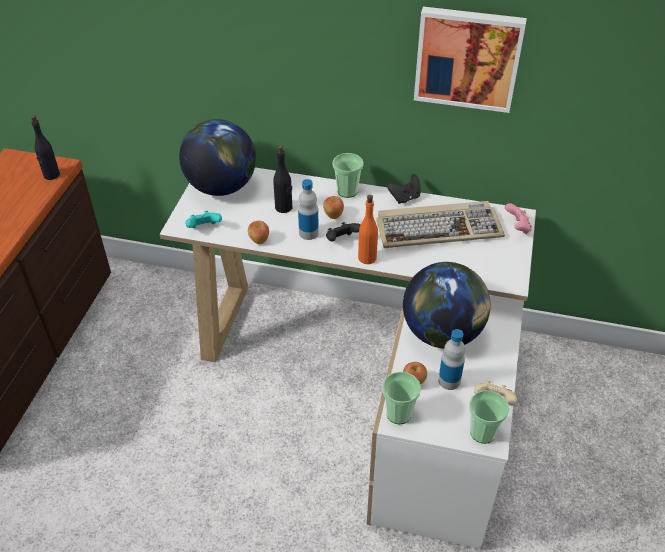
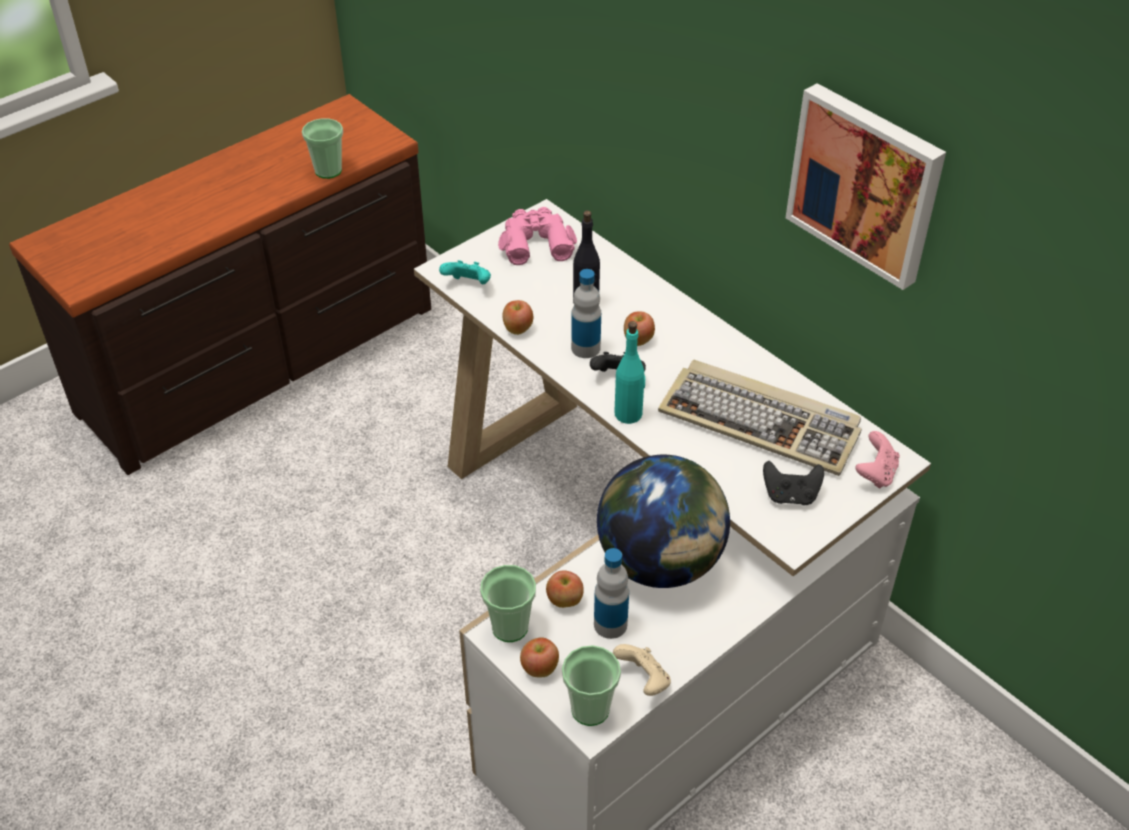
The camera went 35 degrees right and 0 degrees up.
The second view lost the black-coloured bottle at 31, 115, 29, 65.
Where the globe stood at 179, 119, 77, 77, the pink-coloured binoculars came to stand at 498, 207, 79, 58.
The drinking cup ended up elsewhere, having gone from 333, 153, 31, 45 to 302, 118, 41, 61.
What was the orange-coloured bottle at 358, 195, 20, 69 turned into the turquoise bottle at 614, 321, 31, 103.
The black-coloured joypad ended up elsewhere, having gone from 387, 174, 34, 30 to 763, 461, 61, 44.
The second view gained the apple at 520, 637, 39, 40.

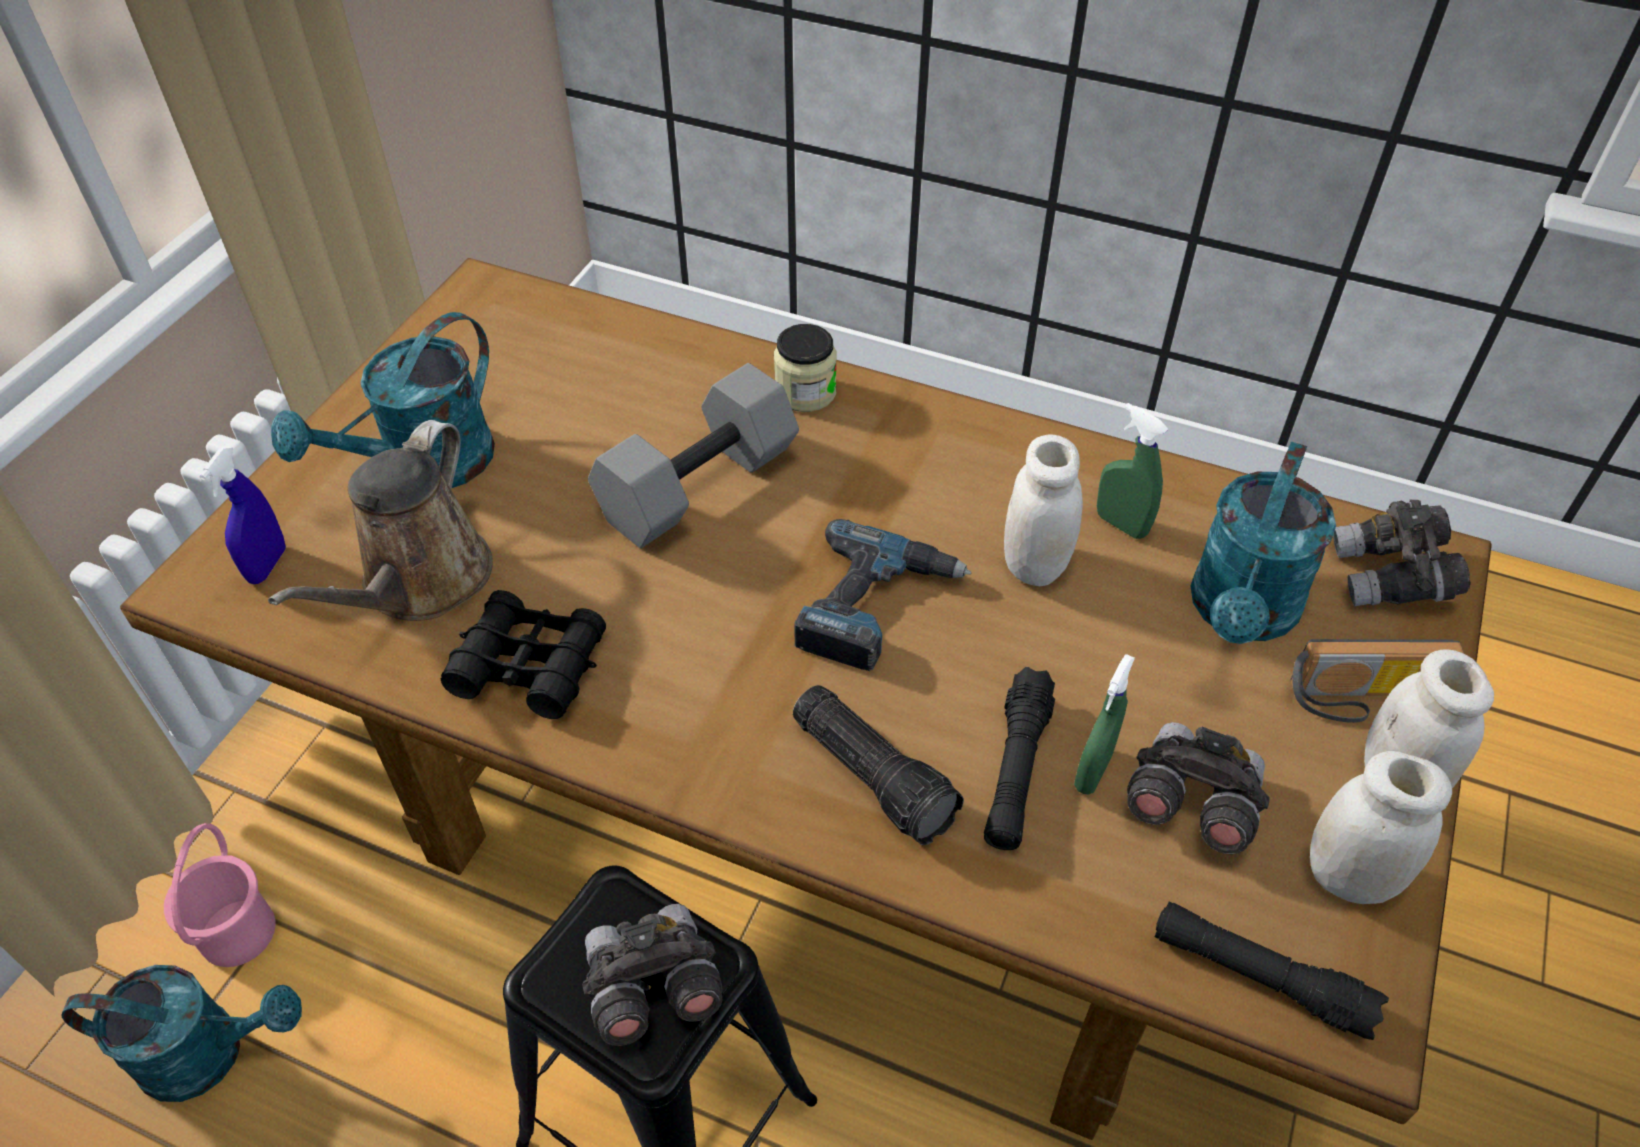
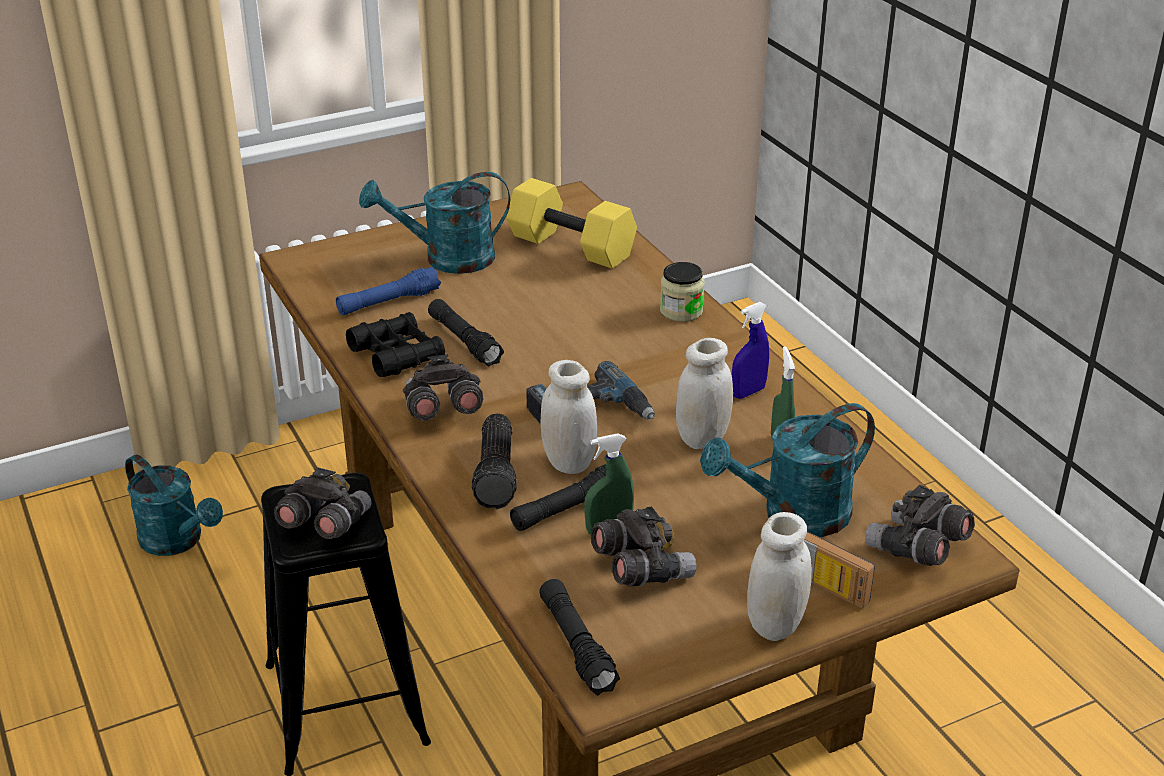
The camera went 40 degrees right and 15 degrees down.
The second view lost the pink-coloured water bucket at 164, 823, 112, 144.
The blue sprayer ended up elsewhere, having gone from 199, 446, 87, 138 to 732, 302, 37, 97.
Where the brown watering pot stood at 268, 420, 225, 201, the blue hand torch came to stand at 336, 267, 105, 48.
The second view lost the grey dumbbell at 588, 363, 211, 185.
The white-coloured preserve jar ended up elsewhere, having gone from 1310, 751, 142, 153 to 541, 360, 56, 114.
The second view gained the grey binoculars at 403, 354, 80, 67.
The second view gained the black-coloured hand torch at 428, 299, 76, 68.
The second view gained the yellowish dumbbell at 506, 178, 131, 91.

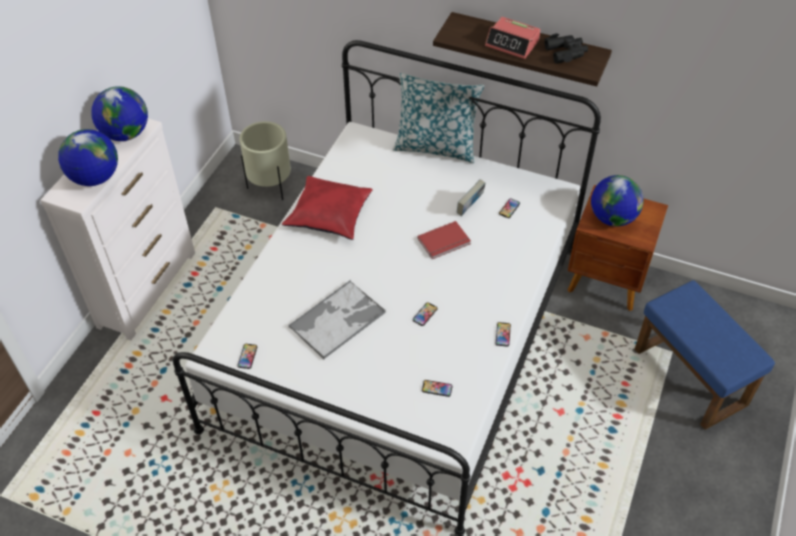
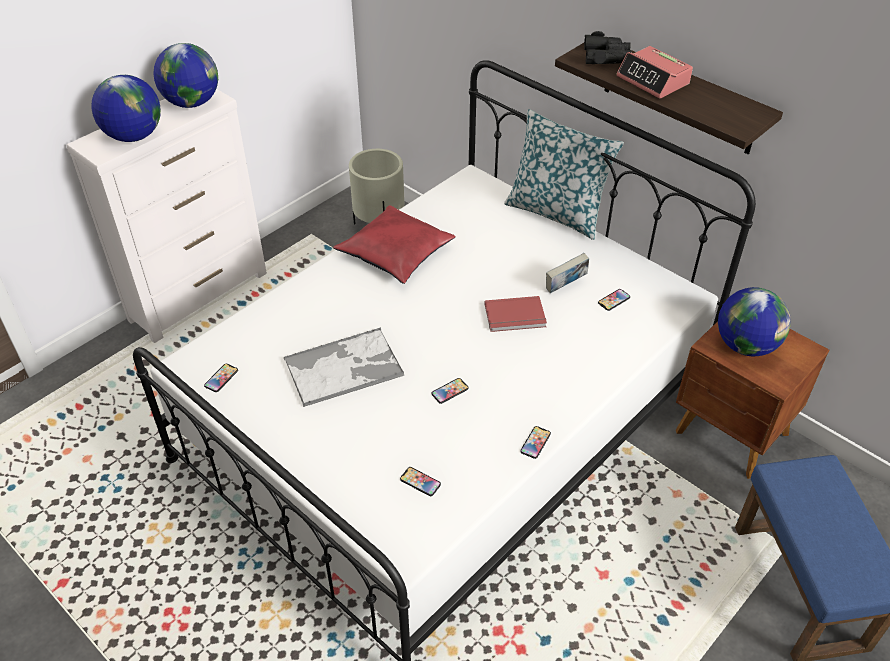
The camera went 20 degrees right and 5 degrees down.
The black-coloured binoculars ended up elsewhere, having gone from 544, 33, 44, 31 to 584, 31, 48, 33.

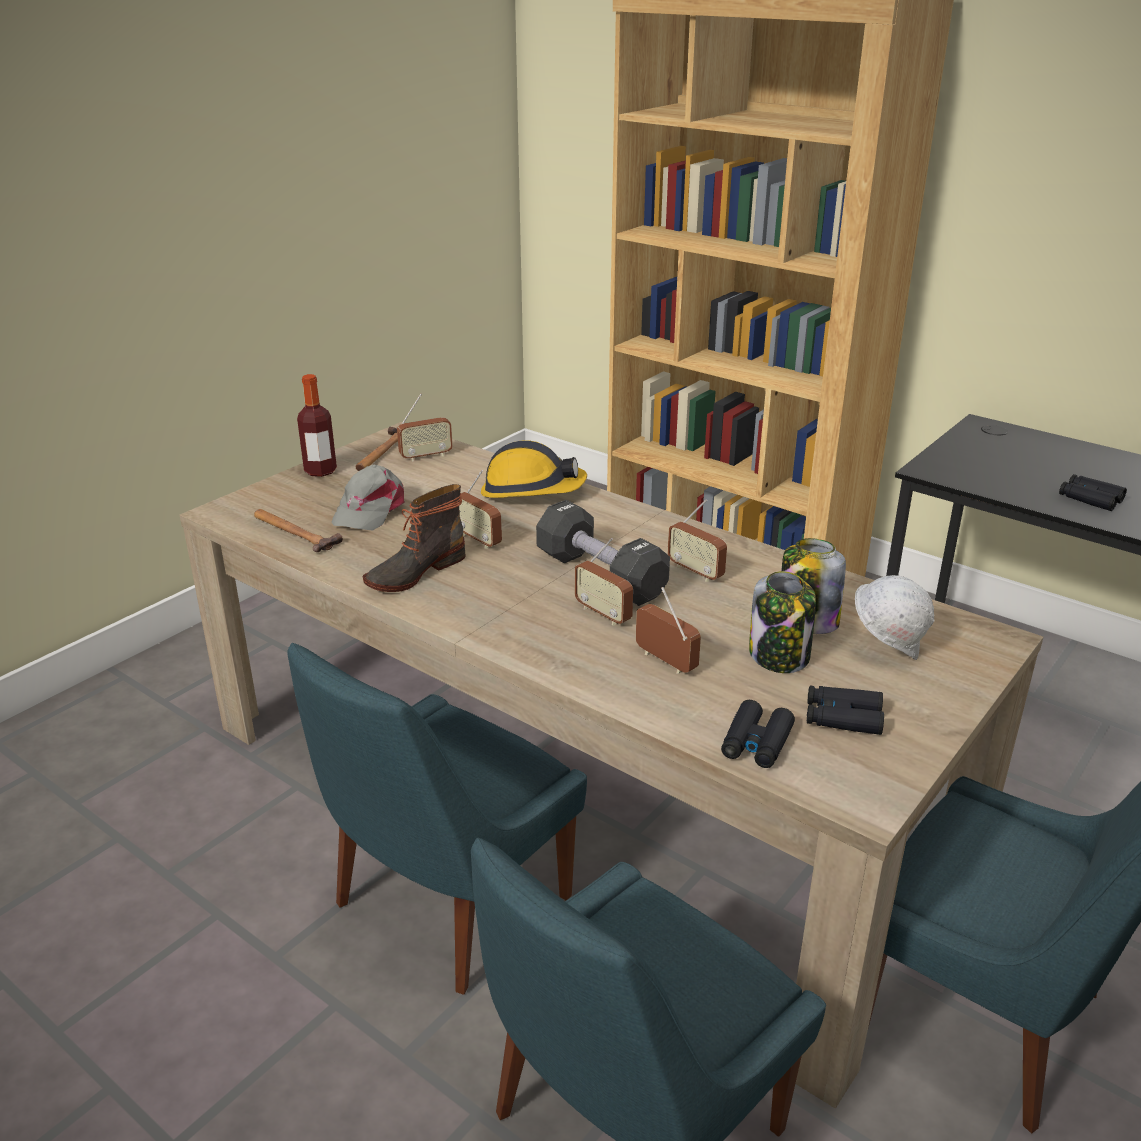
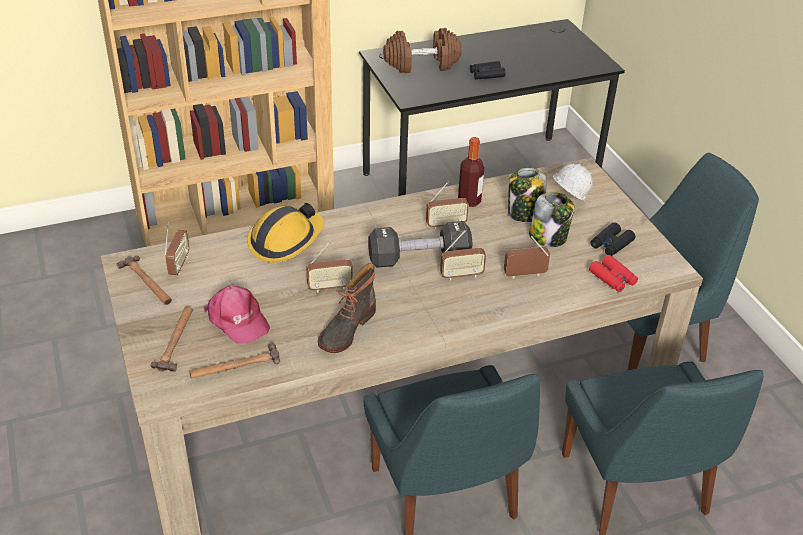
The camera went 60 degrees left and 10 degrees up.
The bottle ended up elsewhere, having gone from 297, 374, 40, 103 to 458, 137, 26, 70.
What was the grey peaked cap at 332, 464, 73, 66 turned into the pink-coloured peaked cap at 204, 285, 66, 58.
The boot at 363, 484, 103, 108 ended up facing another way, 45 degrees clockwise from before.
What was the black-coloured binoculars at 721, 700, 74, 68 turned into the red-coloured binoculars at 589, 255, 49, 37.
The second view gained the hammer at 151, 307, 42, 65.
The second view gained the brown dumbbell at 383, 28, 79, 45.

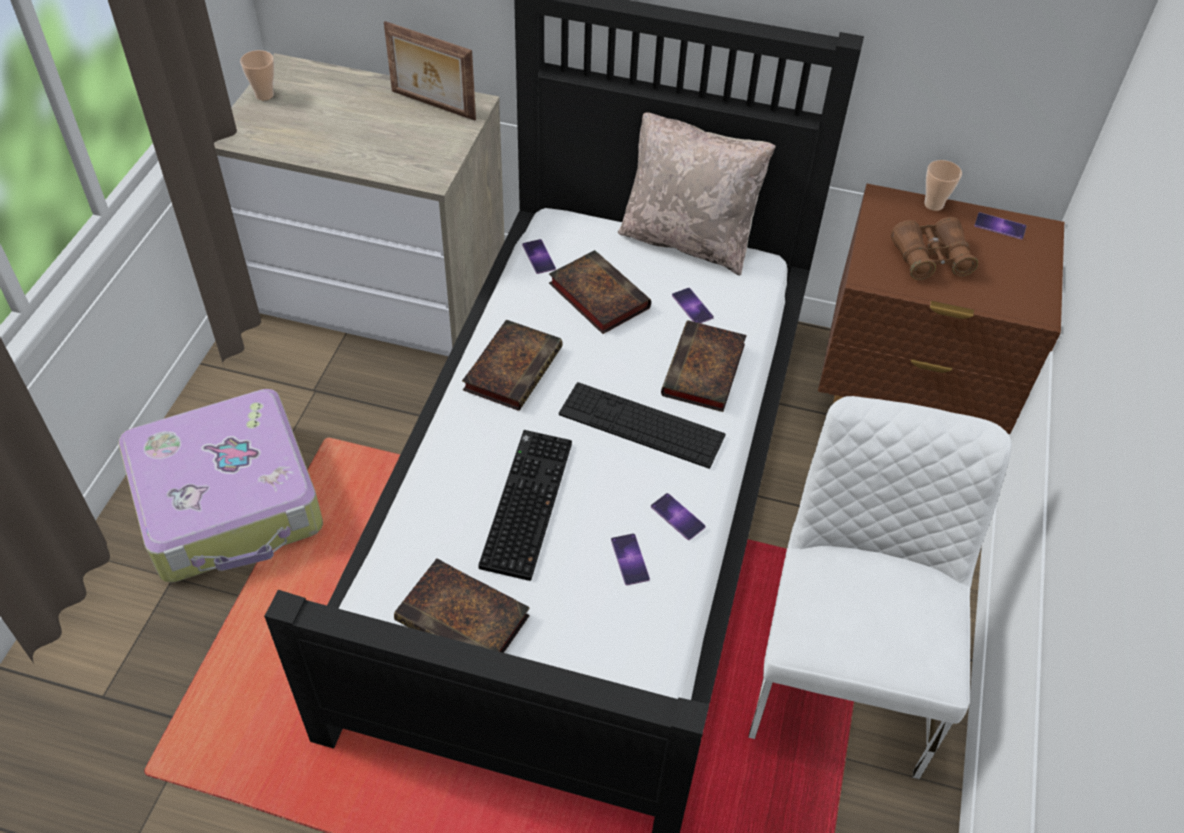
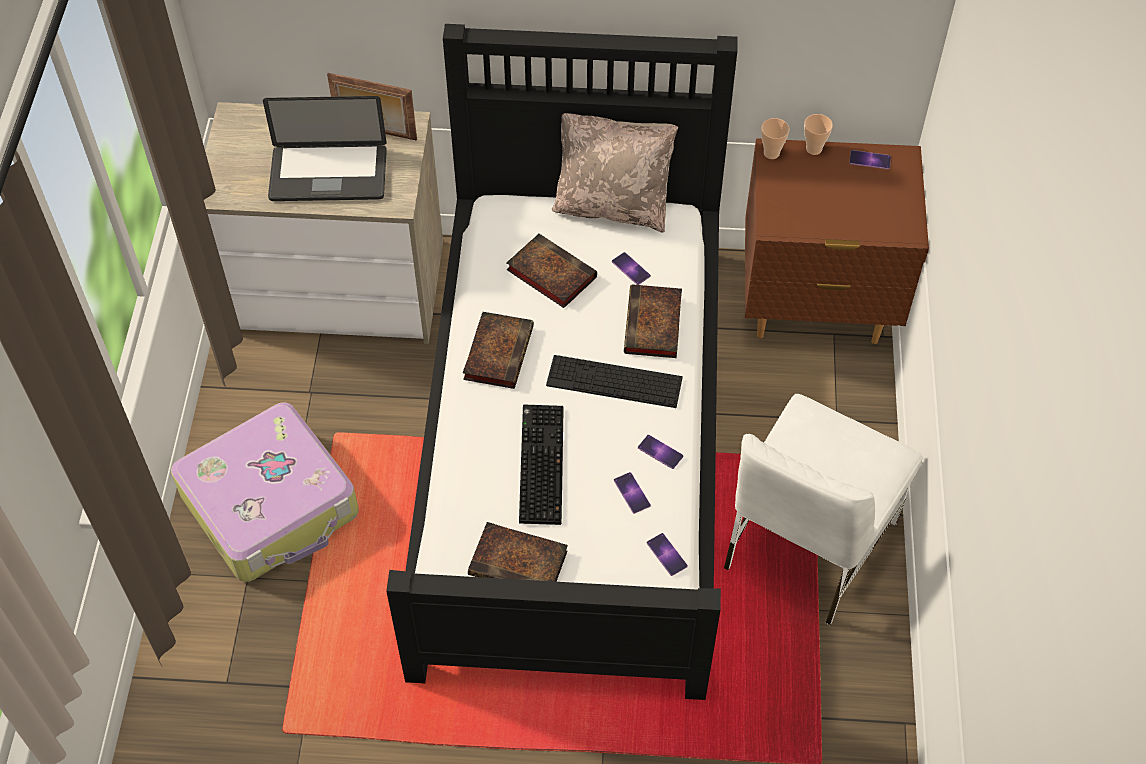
The camera went 10 degrees left and 5 degrees up.
The drinking cup ended up elsewhere, having gone from 240, 50, 34, 50 to 761, 118, 28, 41.
The handset ended up elsewhere, having gone from 522, 239, 34, 35 to 647, 533, 41, 43.
The white-coloured plain chair at 748, 396, 264, 383 ended up facing another way, 150 degrees counterclockwise from before.
The second view lost the brown binoculars at 891, 217, 87, 63.
The second view gained the notebook computer at 263, 96, 124, 105.

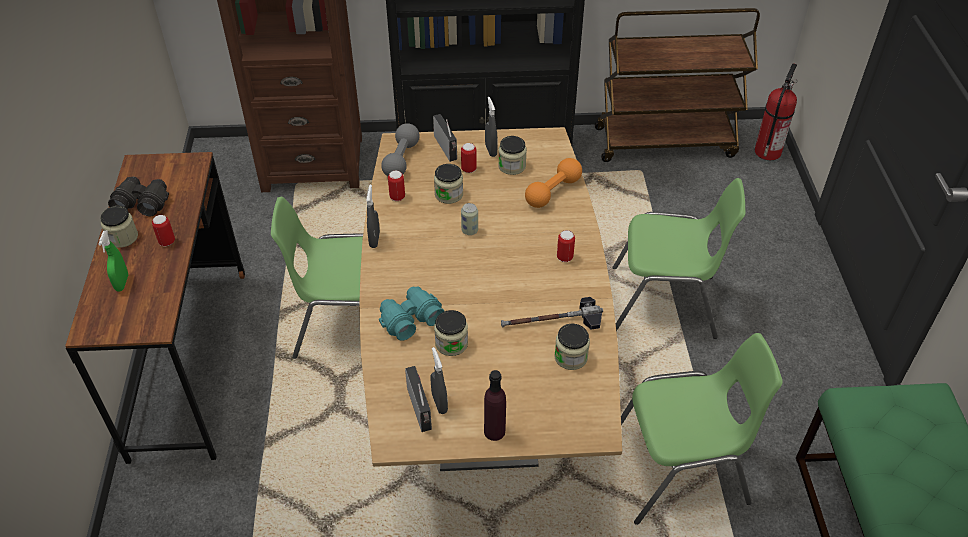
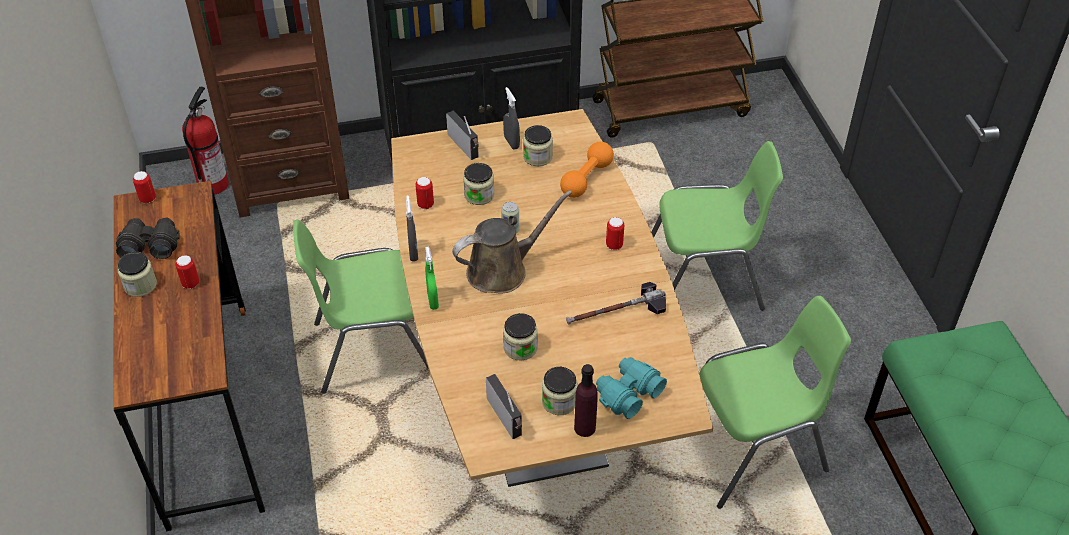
The camera went 10 degrees left and 0 degrees up.
The green sprayer ended up elsewhere, having gone from 98, 231, 30, 61 to 425, 247, 14, 63.
The turquoise binoculars ended up elsewhere, having gone from 379, 286, 65, 55 to 596, 357, 71, 62.
The second view lost the grey dumbbell at 381, 123, 39, 53.
The second view lost the grey sprayer at 430, 347, 18, 67.
The metal can ended up elsewhere, having gone from 461, 143, 16, 30 to 133, 171, 23, 32.
The preserve jar ended up elsewhere, having gone from 554, 323, 36, 47 to 542, 367, 36, 48.
The fire extinguisher ended up elsewhere, having gone from 755, 63, 42, 97 to 182, 87, 47, 107.
The second view gained the brown watering pot at 452, 191, 120, 103.

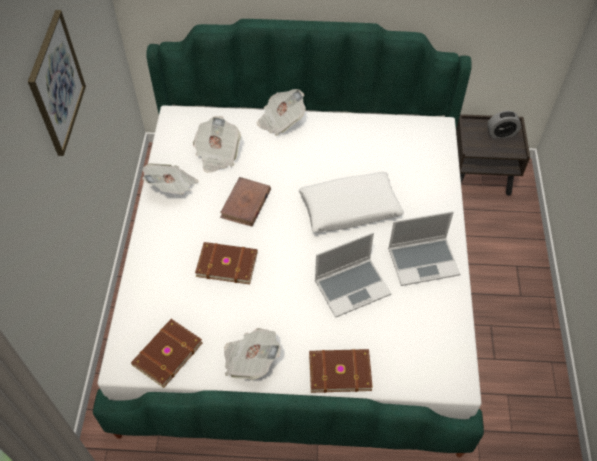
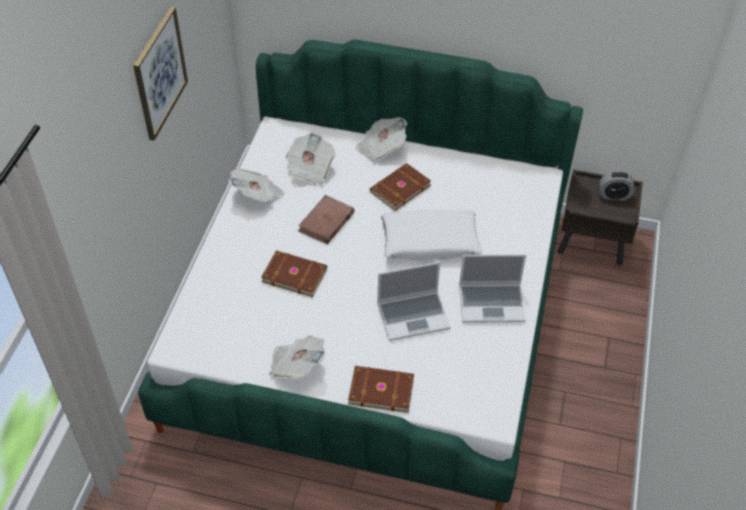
The camera went 10 degrees right and 5 degrees down.
The brown volume ended up elsewhere, having gone from 131, 319, 72, 69 to 370, 163, 61, 48.

